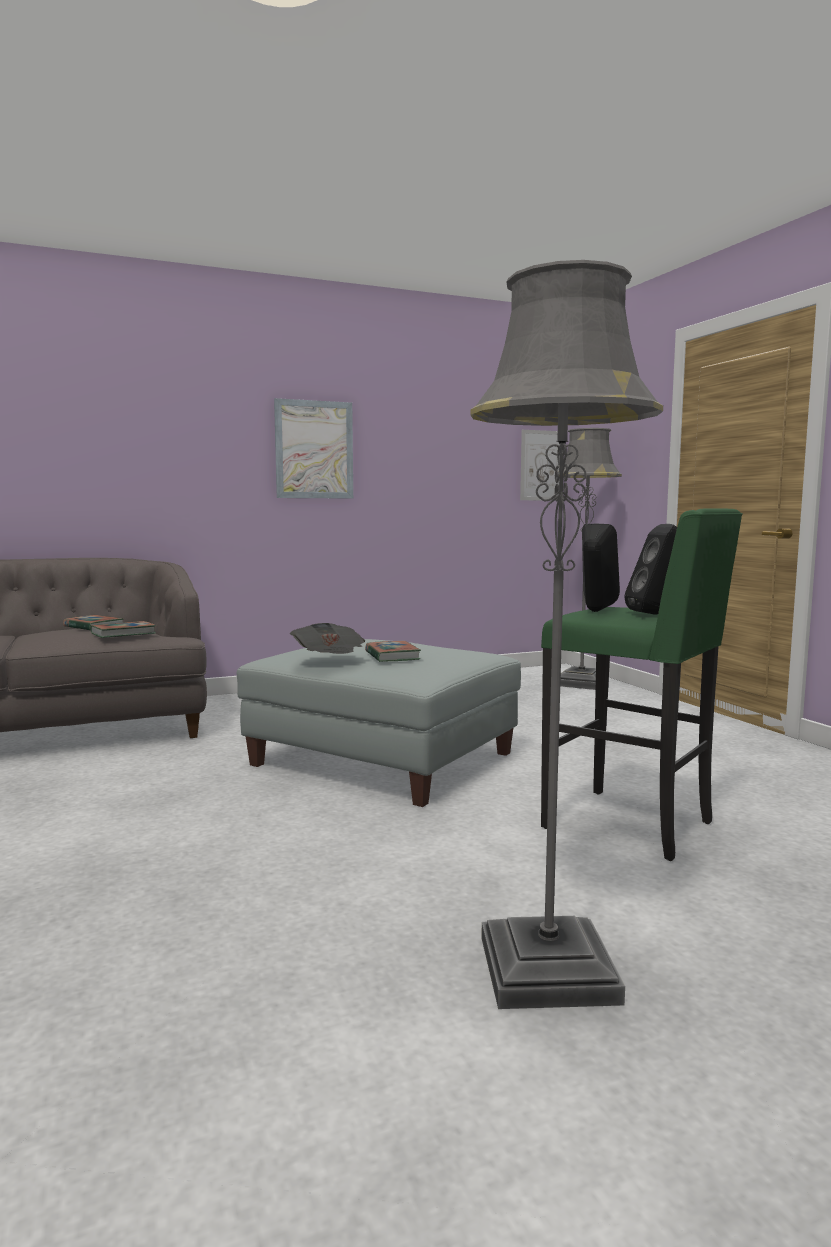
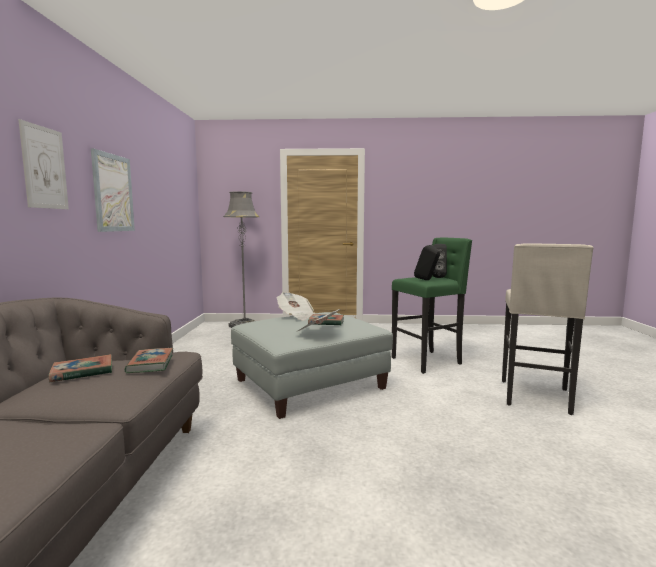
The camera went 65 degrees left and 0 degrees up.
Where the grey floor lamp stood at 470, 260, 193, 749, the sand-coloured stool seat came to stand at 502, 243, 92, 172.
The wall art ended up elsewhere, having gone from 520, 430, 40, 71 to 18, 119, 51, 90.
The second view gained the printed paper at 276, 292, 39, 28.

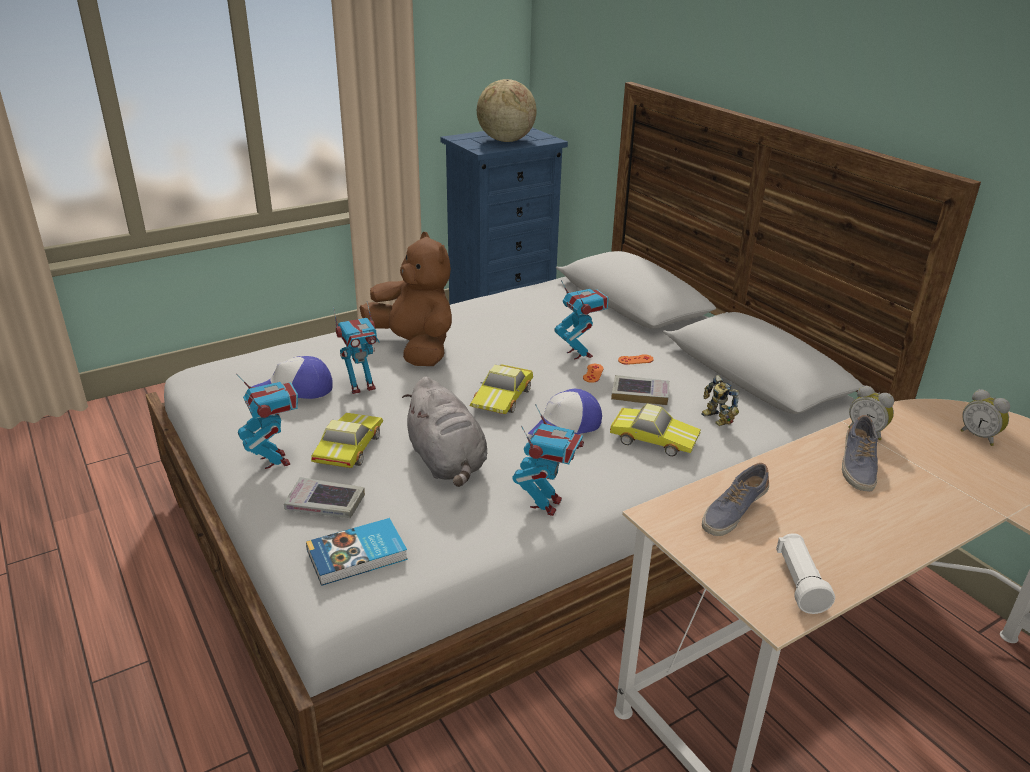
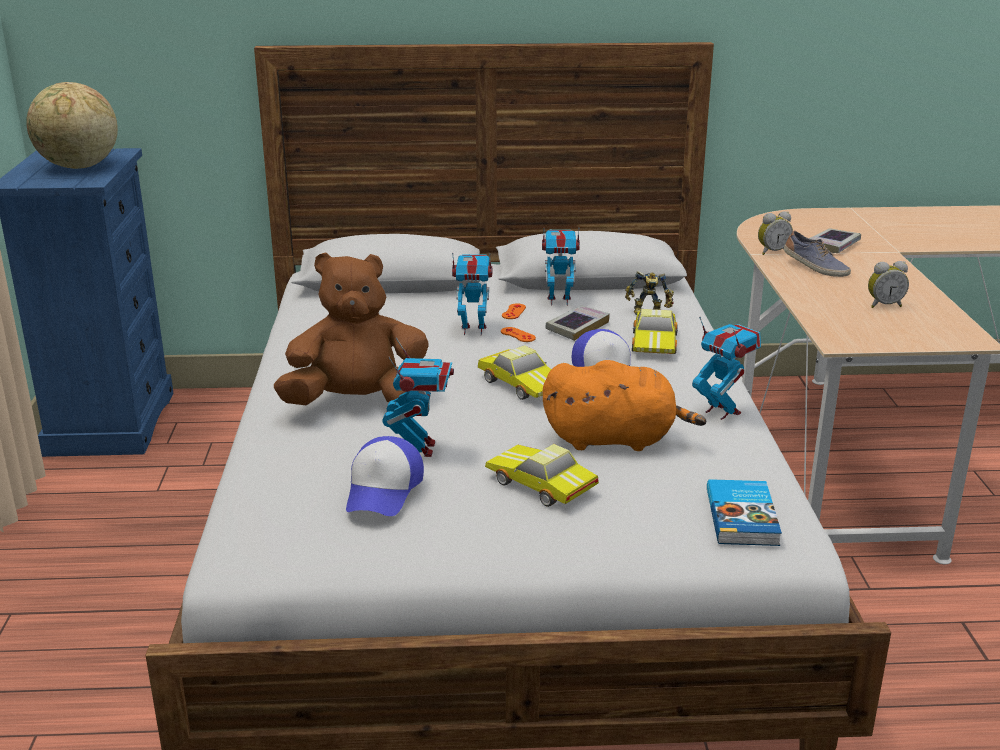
The camera went 60 degrees left and 5 degrees down.
The toy robot ended up elsewhere, having gone from 237, 374, 61, 95 to 542, 227, 38, 79.
The volume ended up elsewhere, having gone from 284, 477, 81, 41 to 809, 228, 52, 25.
What was the grey soft toy at 402, 377, 85, 110 turned into the orange-coloured soft toy at 542, 360, 164, 91.
The miniature car at 610, 404, 91, 52 ended up facing another way, 135 degrees clockwise from before.
The second view lost the low shoe at 702, 463, 67, 73.
The second view lost the white-coloured hand torch at 776, 533, 59, 81.
The bedside clock ended up elsewhere, having gone from 960, 389, 50, 57 to 868, 261, 41, 47.

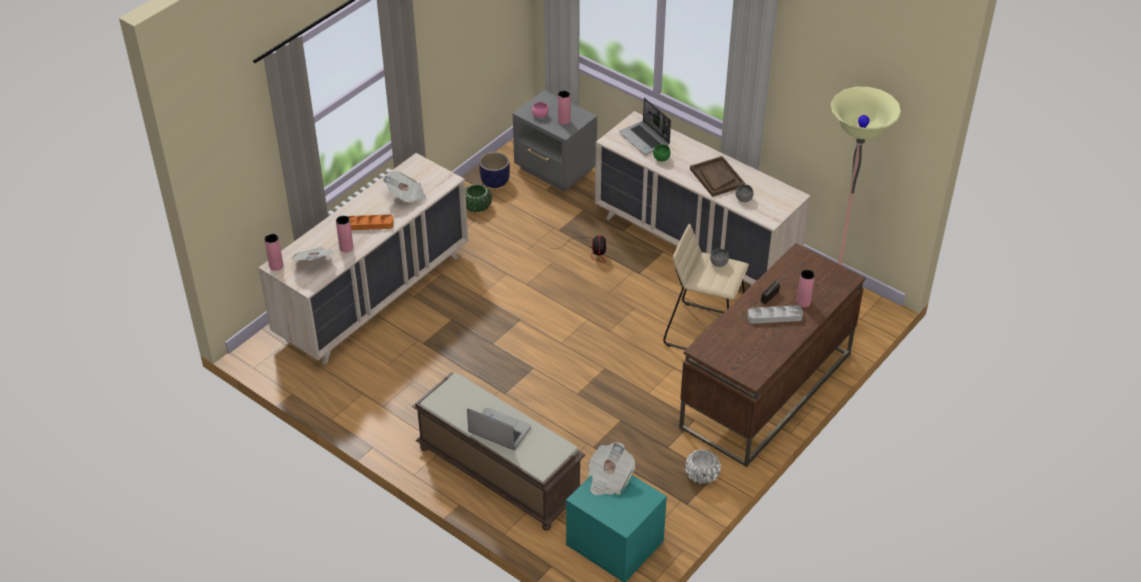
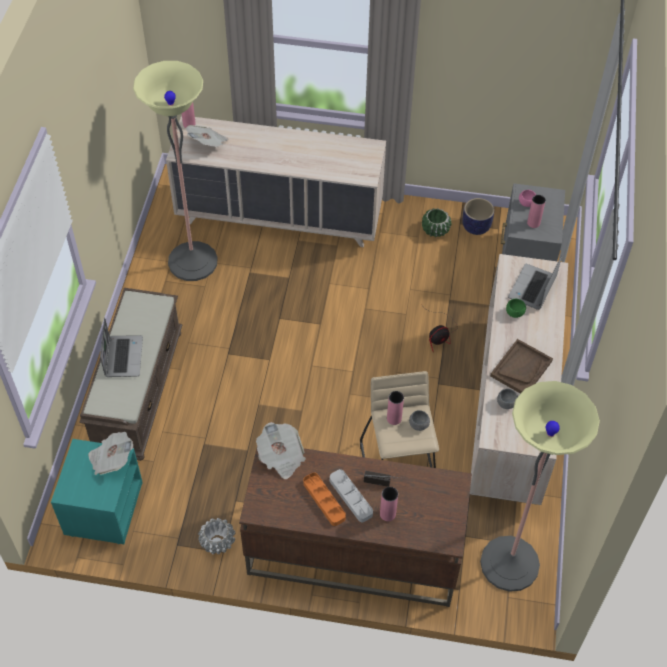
The camera went 60 degrees right and 10 degrees up.
The pink-coloured decorative vase ended up elsewhere, having gone from 336, 215, 17, 37 to 387, 391, 17, 34.
The orange-coloured carrying tray ended up elsewhere, having gone from 348, 214, 46, 16 to 303, 473, 43, 53.
The printed paper ended up elsewhere, having gone from 382, 171, 45, 31 to 256, 422, 50, 57.
The second view gained the floor lamp at 133, 61, 85, 220.

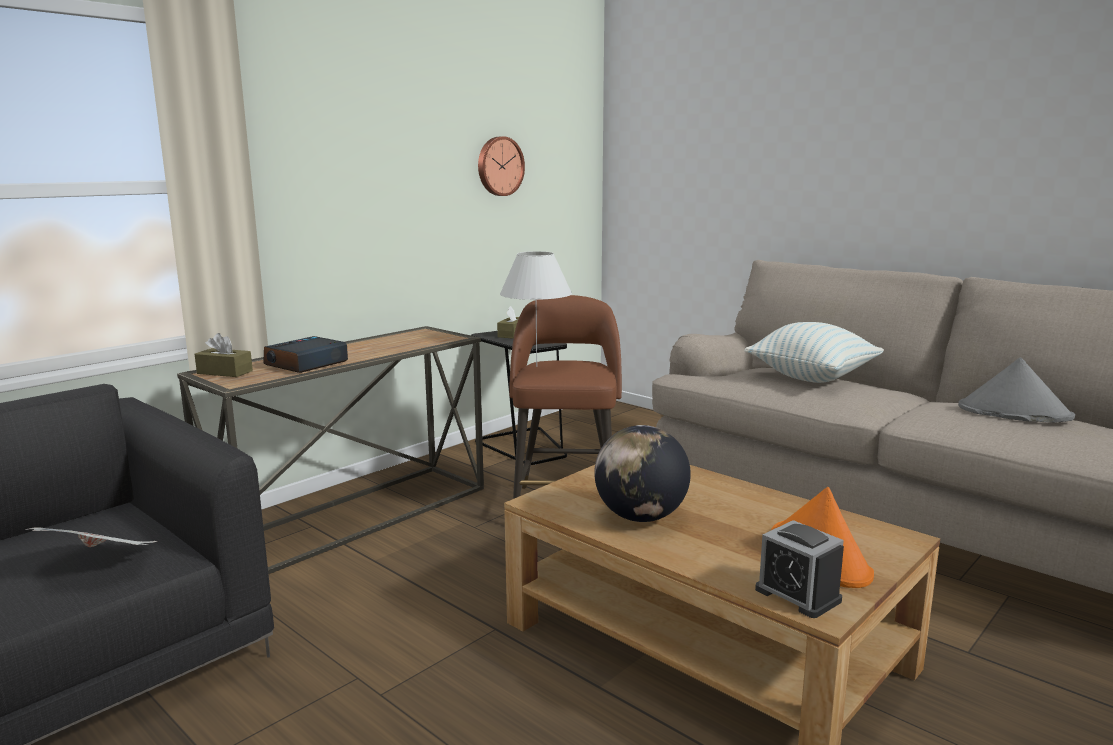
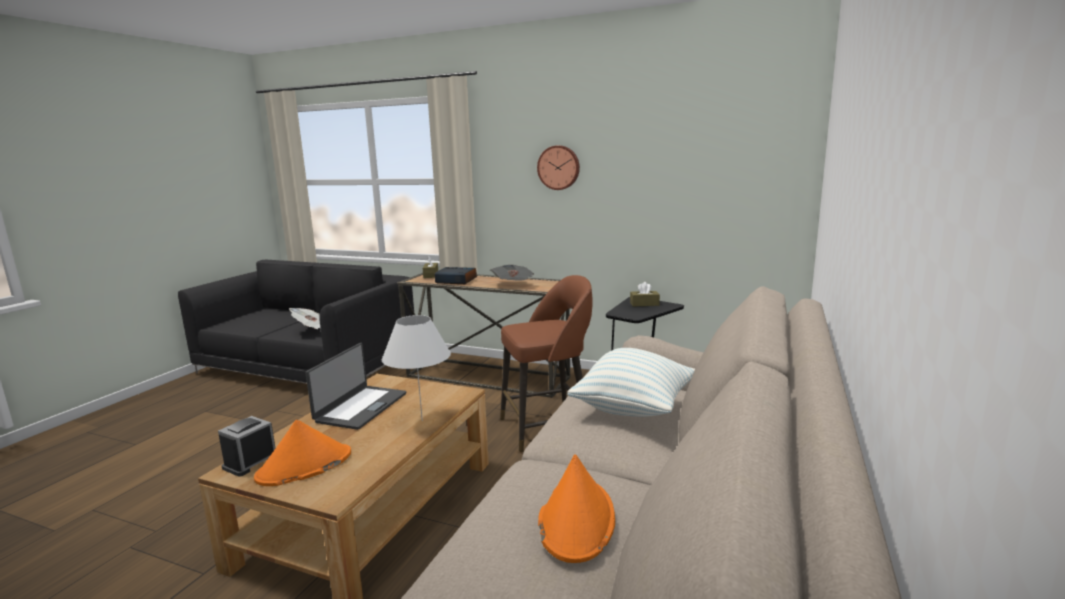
The camera went 70 degrees right and 0 degrees up.
The clock on the wall ended up elsewhere, having gone from 478, 136, 47, 60 to 537, 145, 43, 45.
The white-coloured table lamp ended up elsewhere, having gone from 500, 251, 72, 116 to 382, 315, 69, 106.
Where the globe stood at 594, 425, 97, 97, the notebook computer came to stand at 305, 343, 101, 87.
What was the grey wearable hat at 958, 358, 117, 65 turned into the orange-coloured wearable hat at 538, 454, 77, 109.
The second view gained the printed paper at 490, 265, 44, 16.

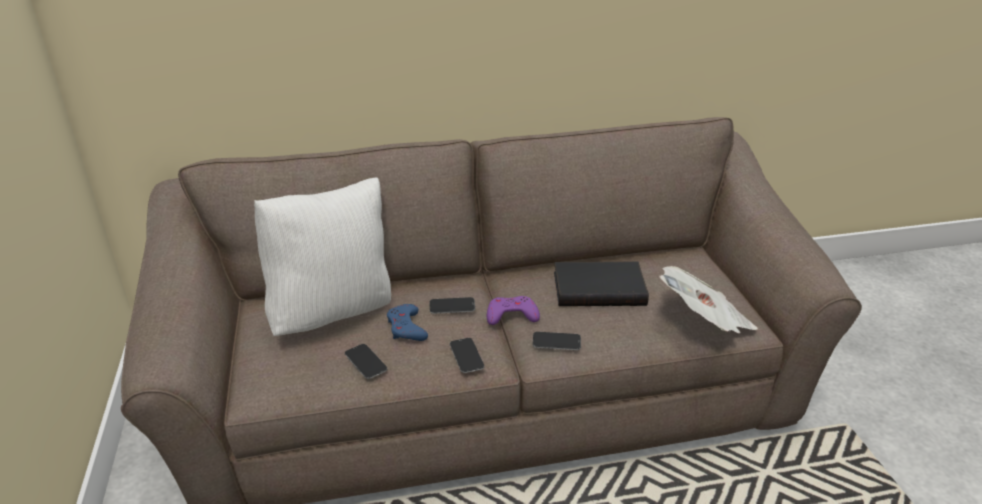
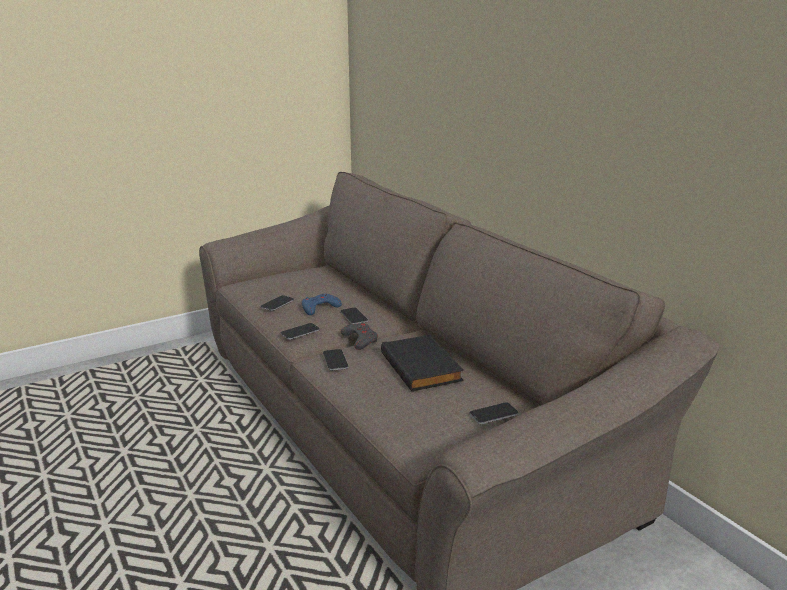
The camera went 70 degrees right and 10 degrees down.
The second view lost the white-coloured pillow at 254, 178, 137, 158.
What was the purplish joypad at 487, 296, 53, 29 turned into the grey joypad at 341, 322, 37, 28.
The second view lost the printed paper at 659, 266, 99, 68.
The second view gained the handset at 469, 403, 49, 21.

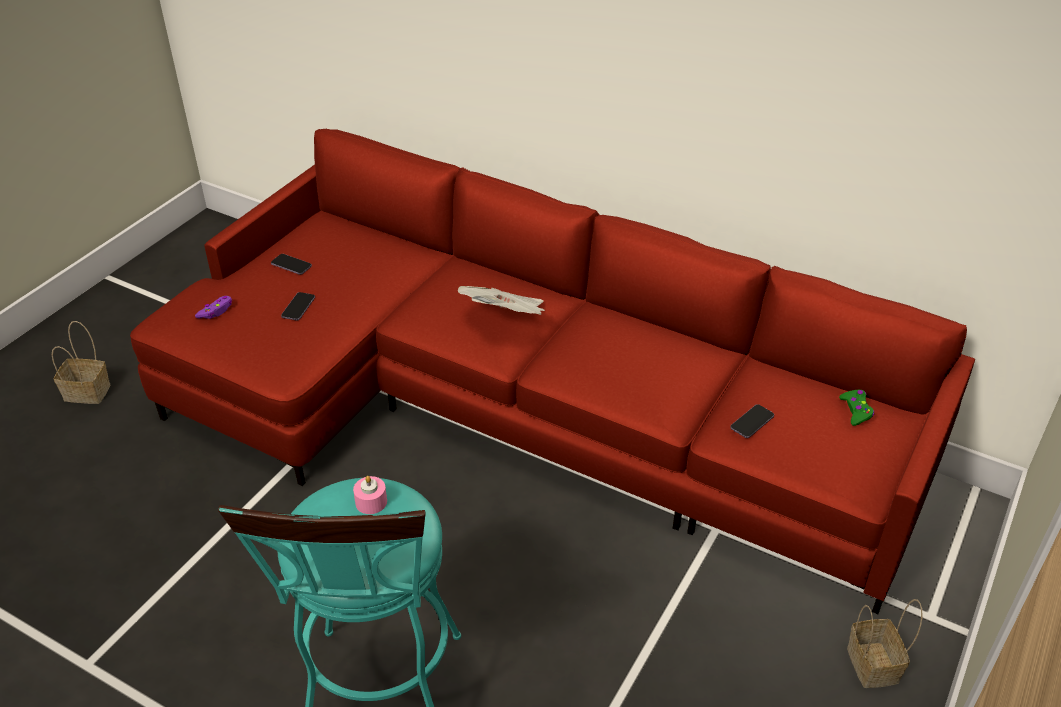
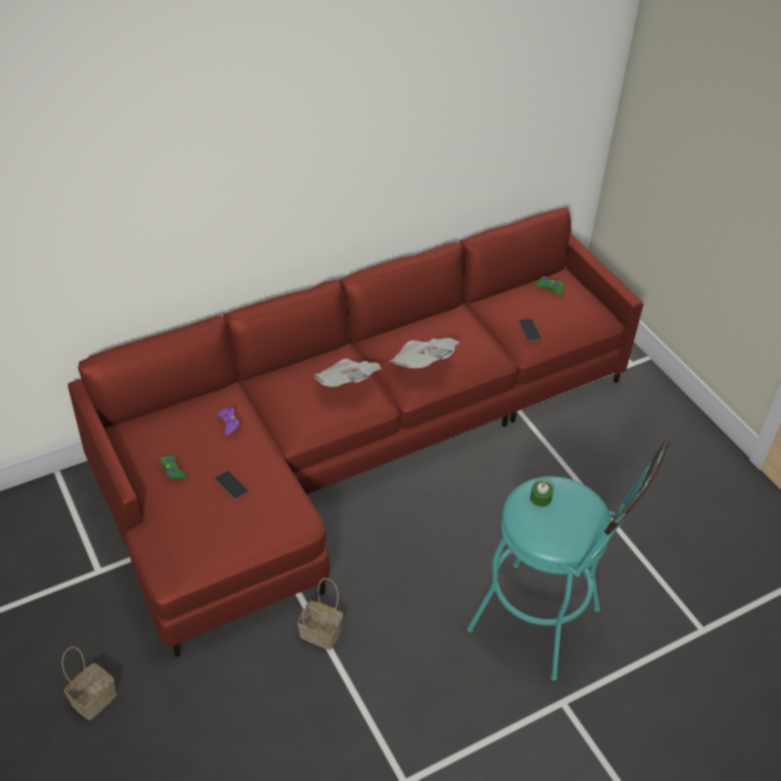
The camera went 60 degrees left and 5 degrees up.
The purplish joypad ended up elsewhere, having gone from 195, 296, 37, 23 to 217, 407, 23, 29.
Where the handset stood at 271, 254, 41, 21, the green joypad came to stand at 160, 455, 27, 24.
What was the pink-coloured candle at 353, 476, 34, 38 turned into the green candle at 530, 481, 23, 26.
The basket ended up elsewhere, having gone from 847, 599, 75, 89 to 297, 578, 46, 72.
The second view gained the printed paper at 389, 338, 71, 30.

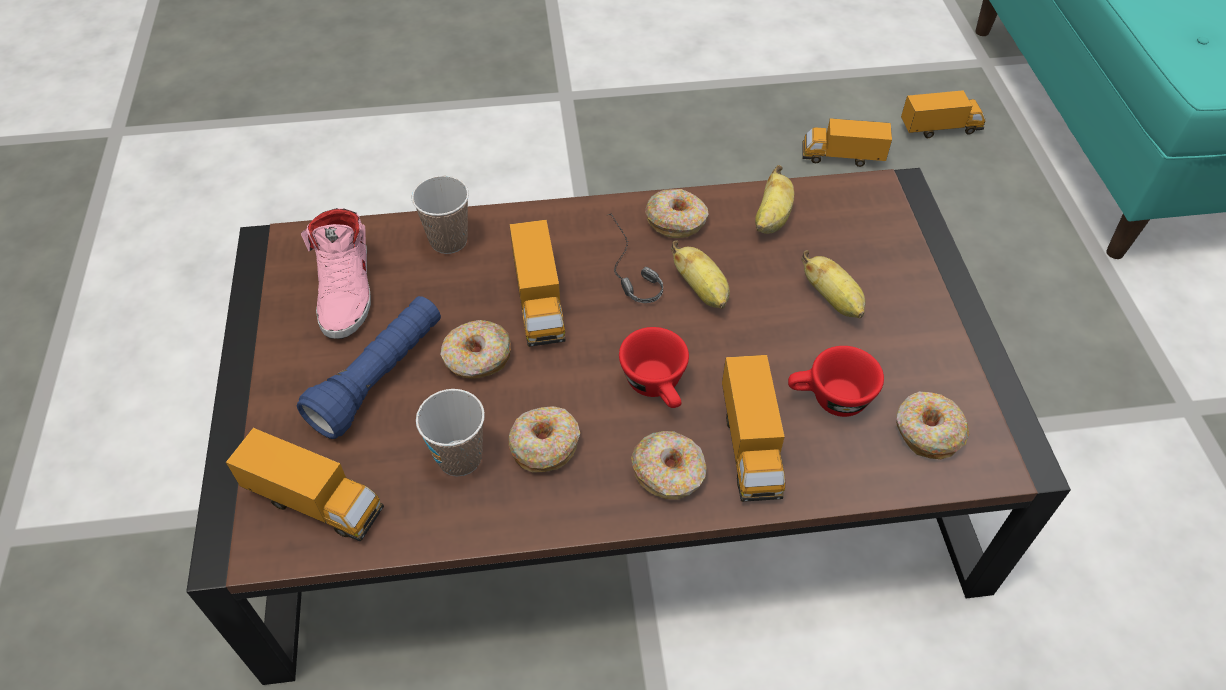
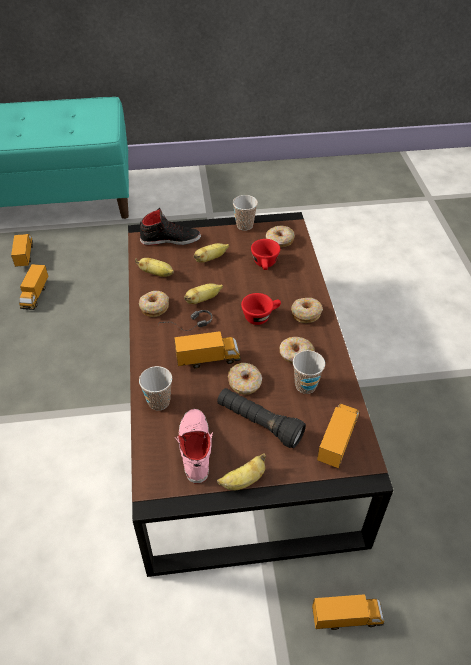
The camera went 90 degrees left and 5 degrees down.
What was the blue hand torch at 297, 296, 144, 143 turned into the black-coloured hand torch at 217, 388, 89, 60.
The pink-coloured low shoe at 301, 208, 70, 131 ended up facing another way, 90 degrees counterclockwise from before.
The toy lorry ended up elsewhere, having gone from 722, 355, 63, 147 to 312, 594, 72, 36.
The second view gained the black-coloured low shoe at 140, 208, 61, 37.
The second view gained the banana fruit at 217, 453, 49, 37.
The second view gained the drinking cup at 233, 195, 25, 36.

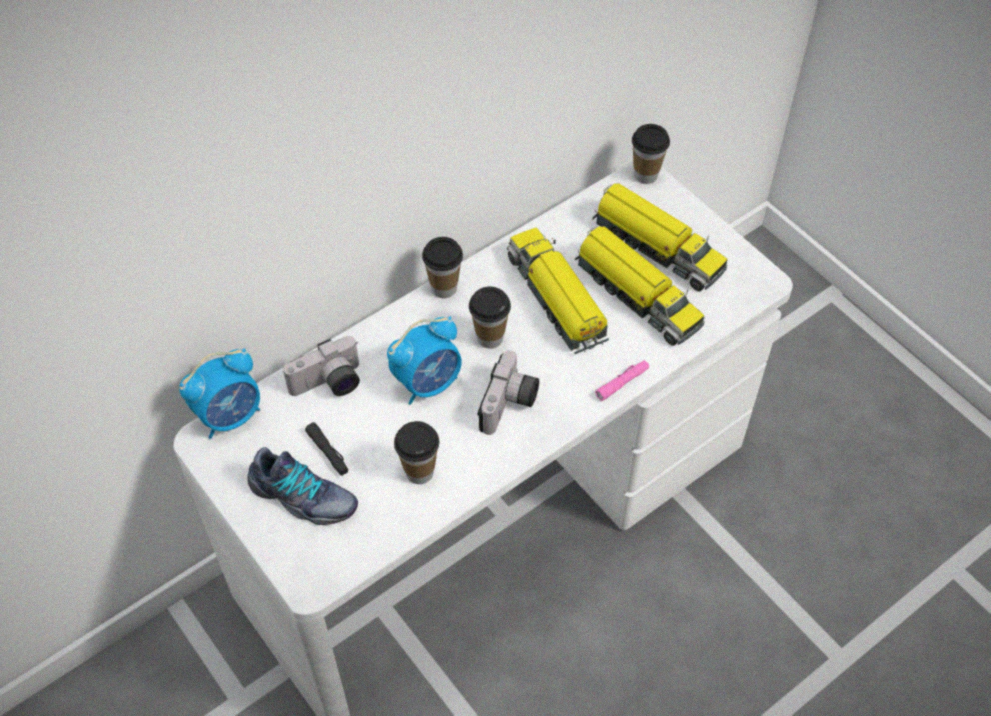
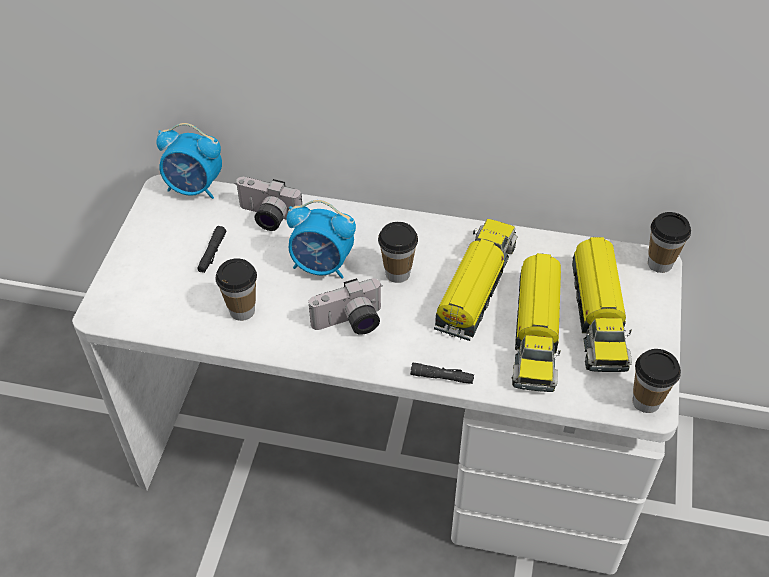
The camera went 50 degrees right and 5 degrees down.
The second view lost the low shoe at 248, 447, 110, 78.
The drinking cup ended up elsewhere, having gone from 422, 237, 41, 61 to 633, 349, 48, 64.
What was the pink-coloured hand torch at 595, 360, 54, 41 turned into the black-coloured hand torch at 410, 363, 64, 21.

